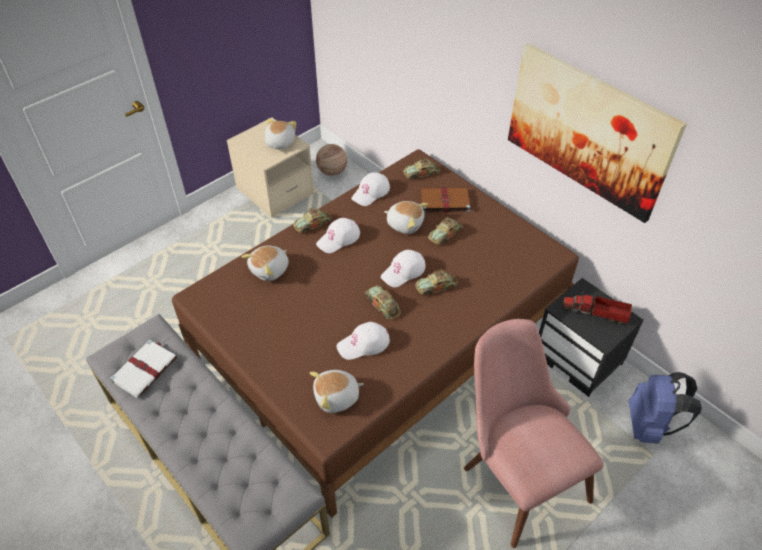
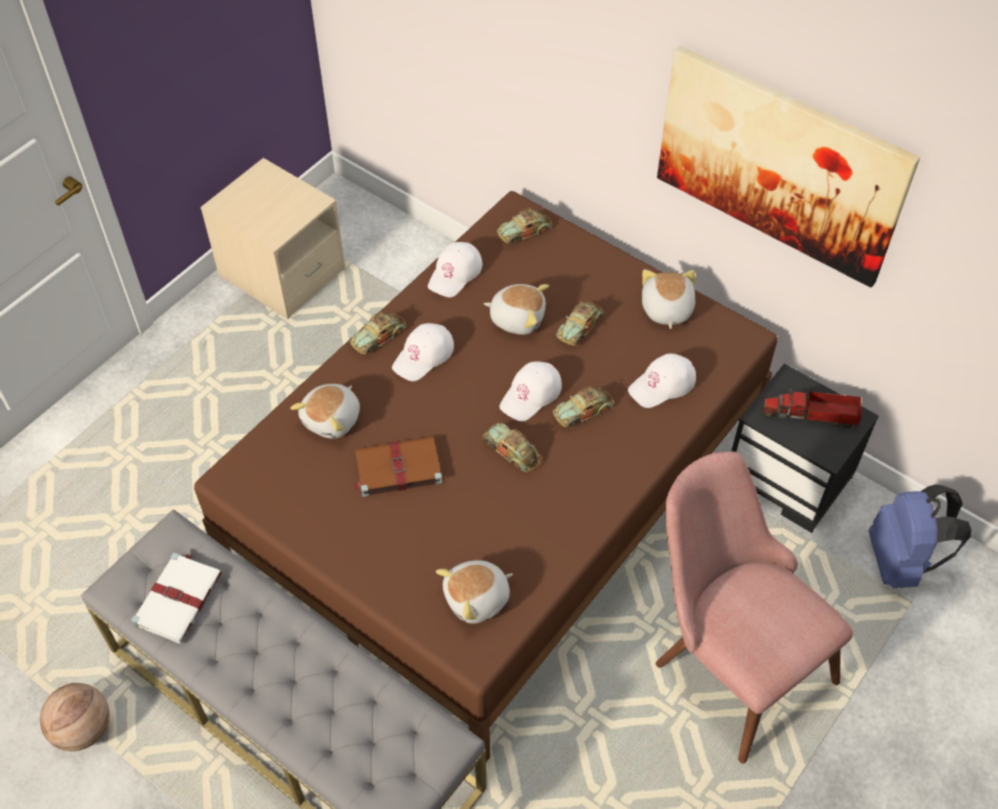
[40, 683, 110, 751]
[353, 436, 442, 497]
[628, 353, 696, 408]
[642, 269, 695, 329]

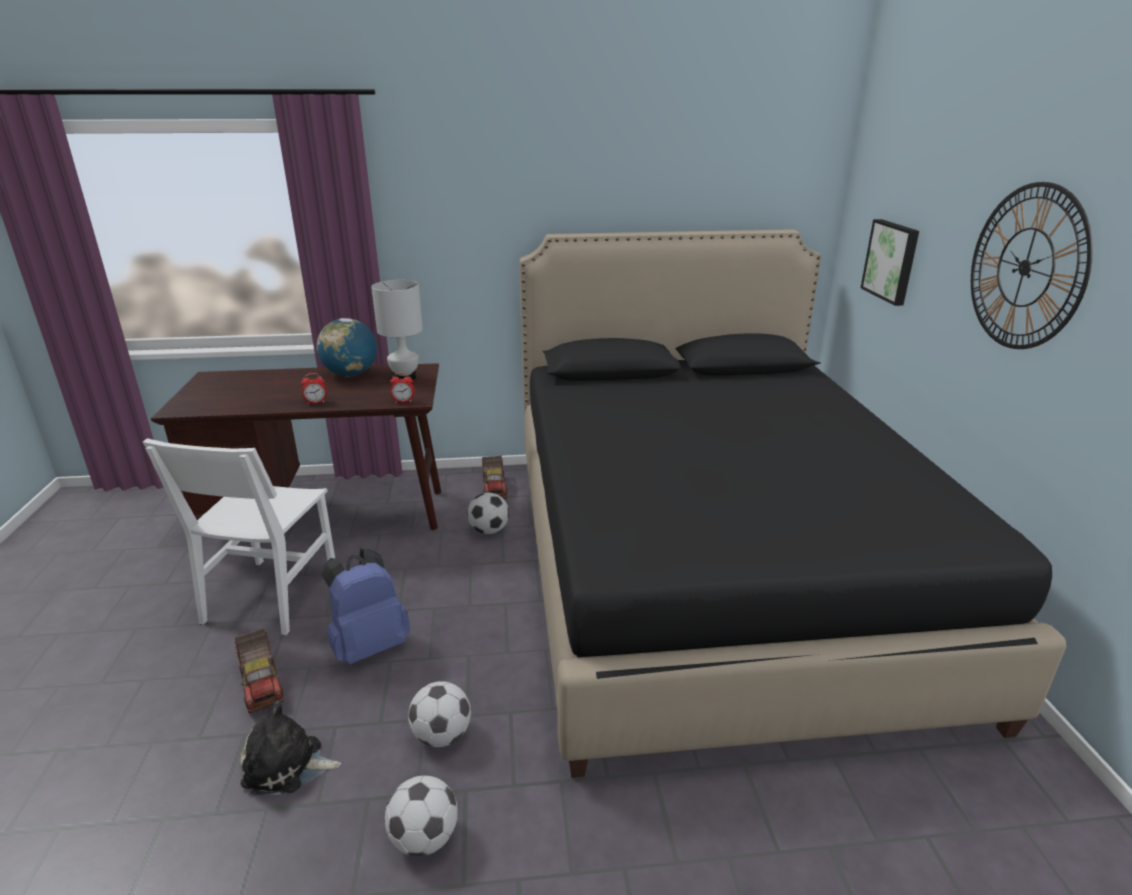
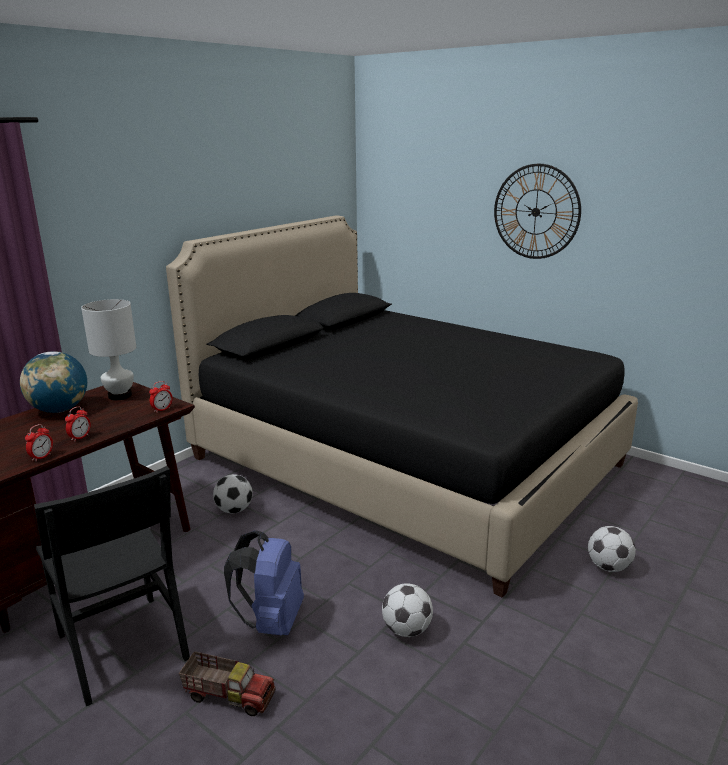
[25, 424, 53, 462]
[34, 466, 190, 707]
[588, 526, 636, 572]
[240, 701, 341, 795] (first image)
[482, 456, 507, 499] (first image)
[861, 219, 919, 306] (first image)

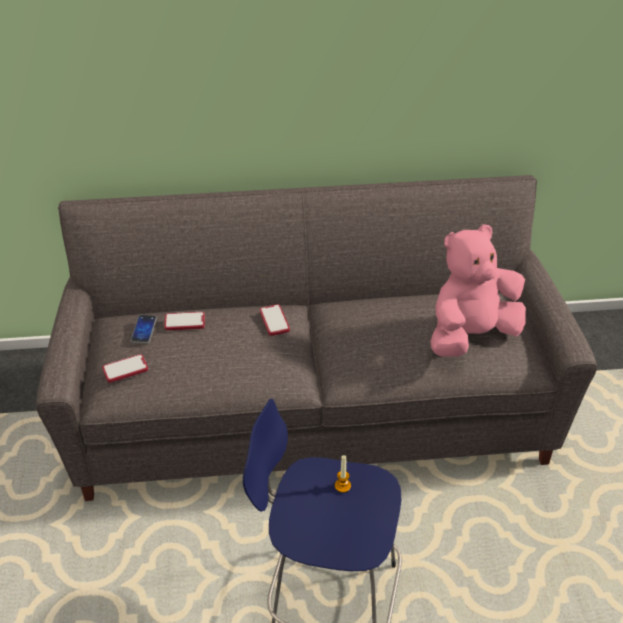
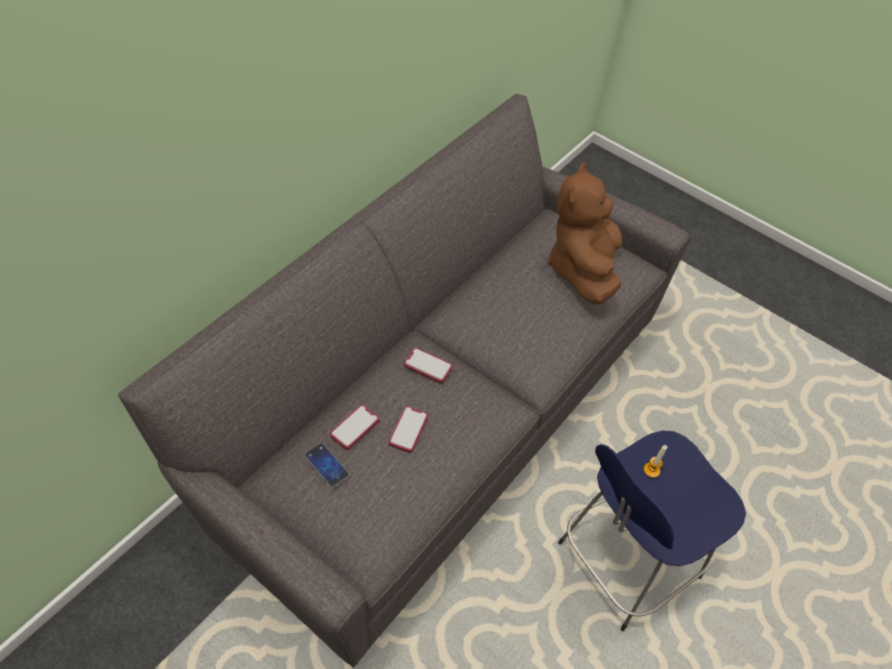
[388, 406, 428, 453]
[547, 162, 622, 304]

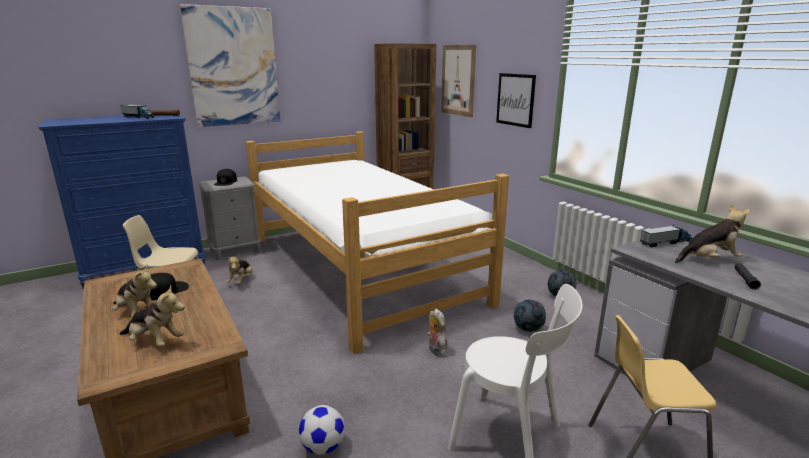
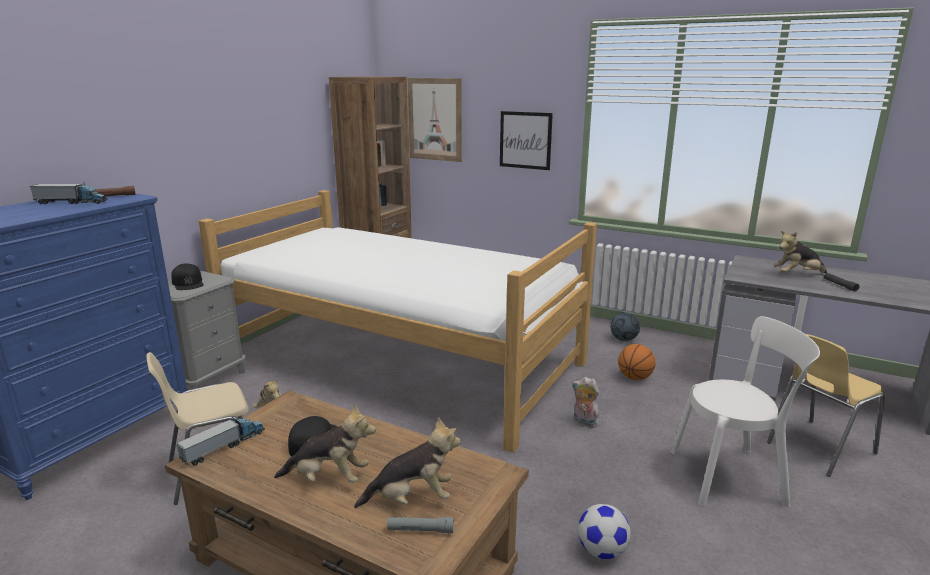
[176, 417, 265, 466]
[387, 517, 454, 533]
[618, 344, 656, 380]
[773, 231, 827, 273]
[180, 4, 280, 127] (first image)

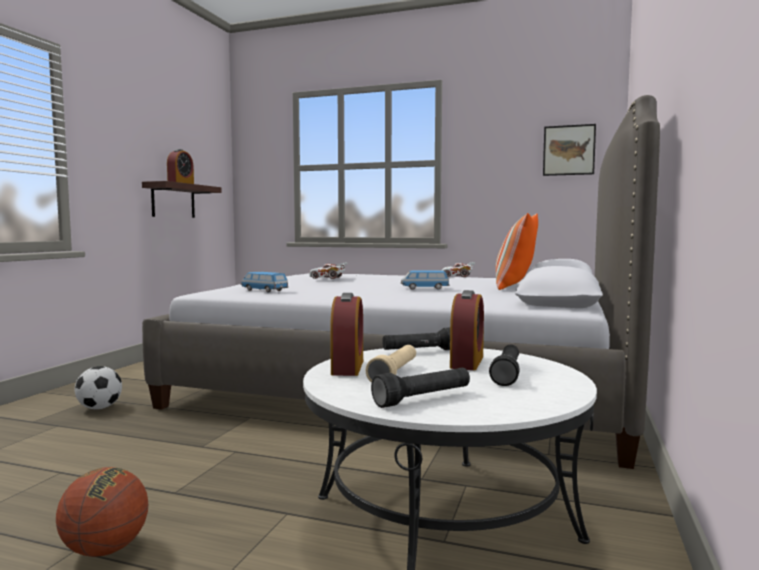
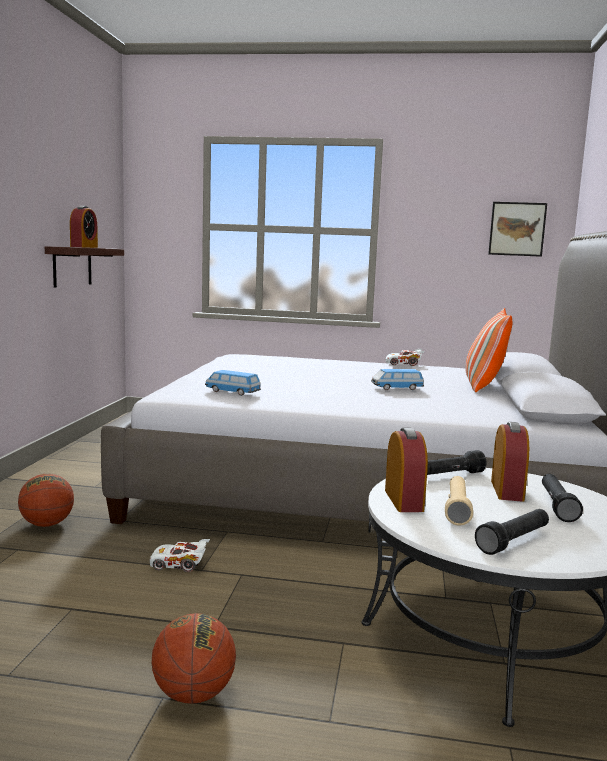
[18, 474, 74, 527]
[150, 539, 210, 572]

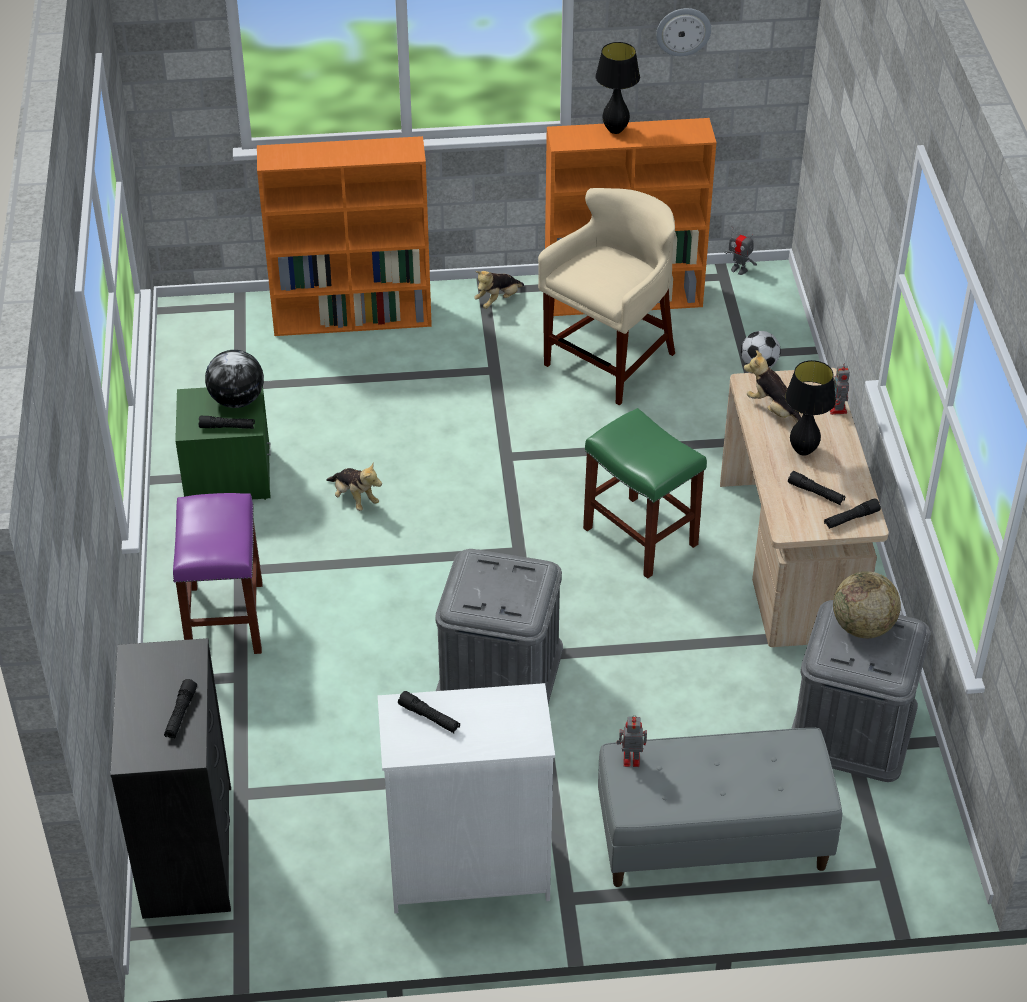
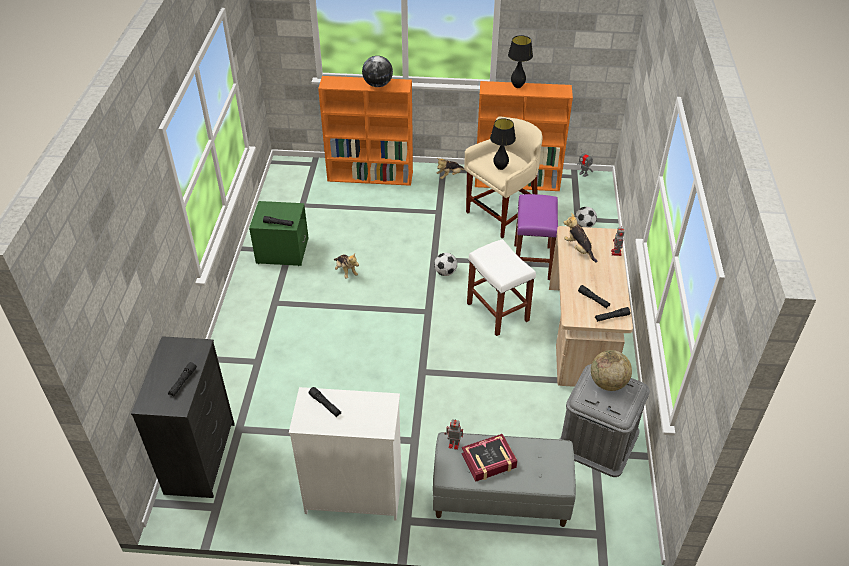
[362, 56, 393, 87]
[434, 253, 457, 276]
[461, 434, 517, 482]
[467, 239, 536, 336]
[490, 118, 516, 170]
[514, 194, 558, 280]
[435, 549, 563, 703] (first image)
[656, 8, 711, 56] (first image)

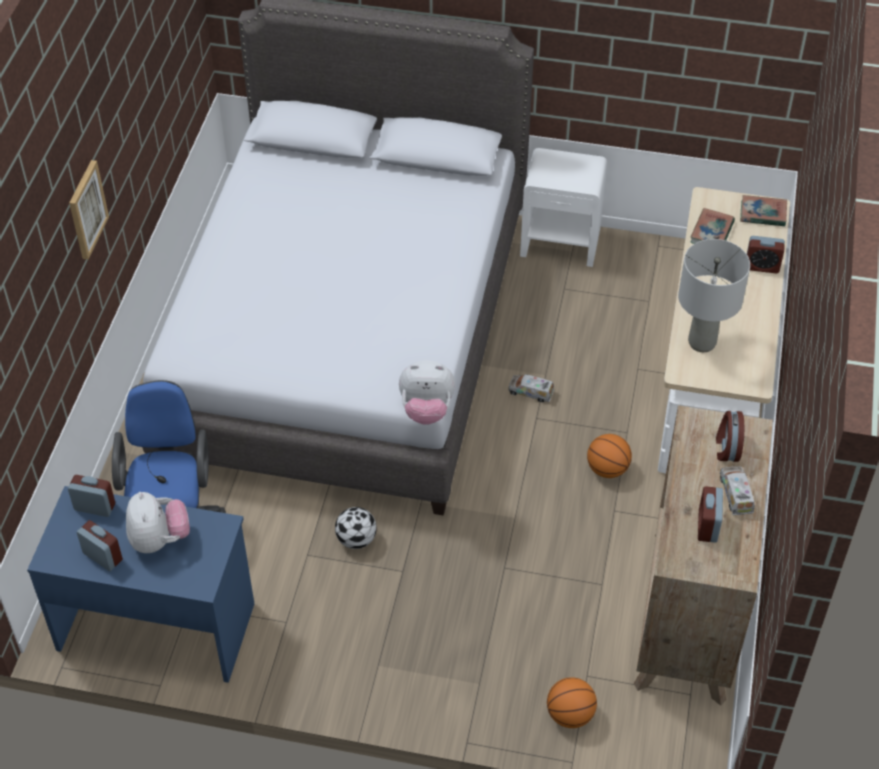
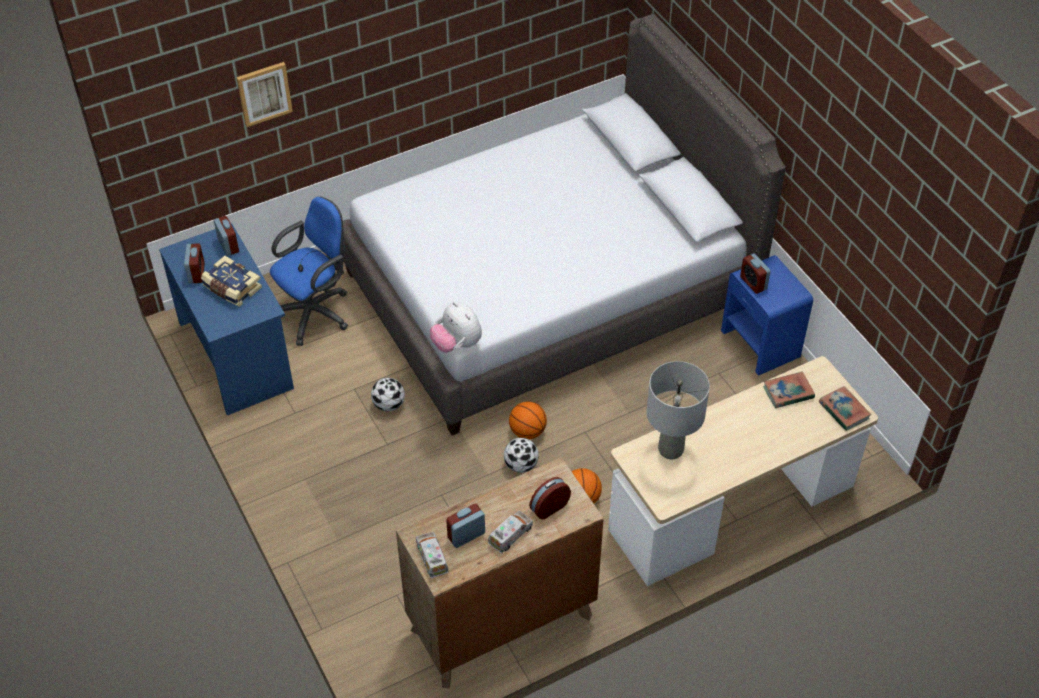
[201, 256, 262, 307]
[236, 62, 293, 127]
[416, 532, 449, 578]
[504, 438, 539, 473]
[509, 402, 547, 439]
[721, 255, 813, 376]
[740, 253, 771, 294]

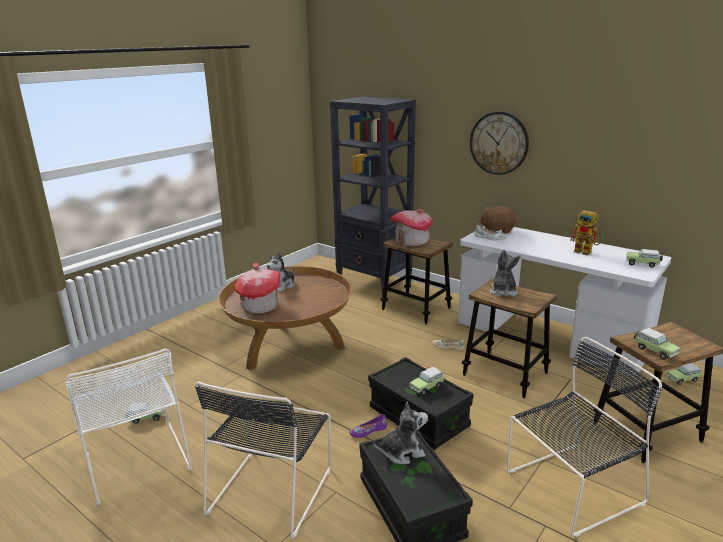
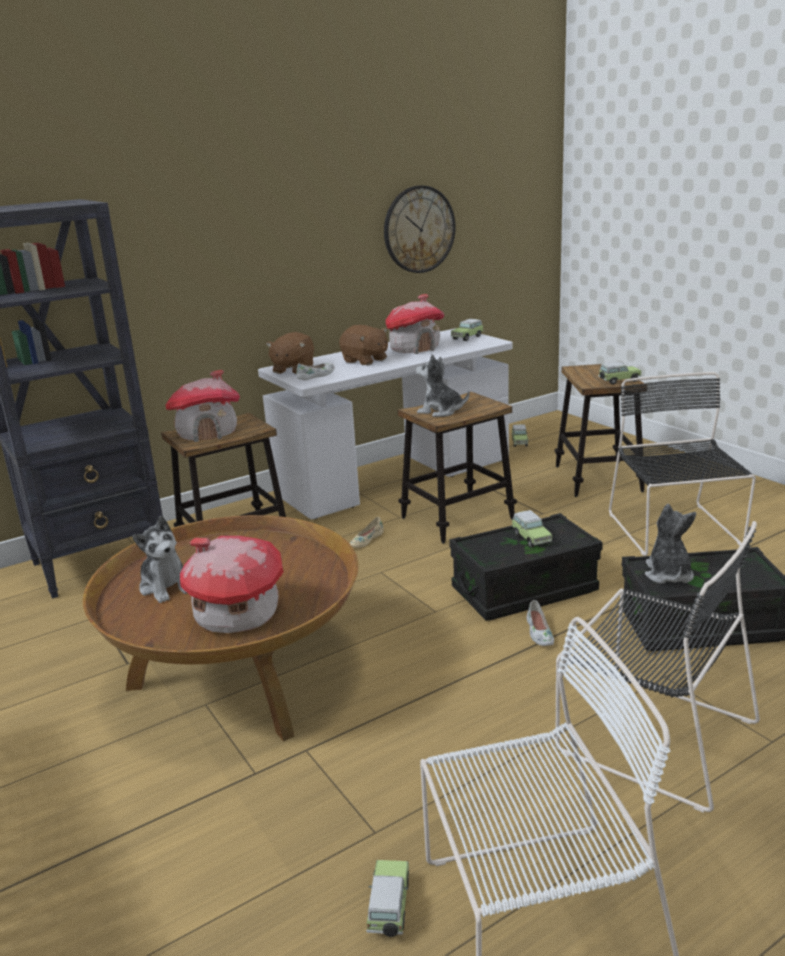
[339, 325, 388, 365]
[384, 186, 456, 273]
[385, 294, 445, 354]
[527, 600, 554, 646]

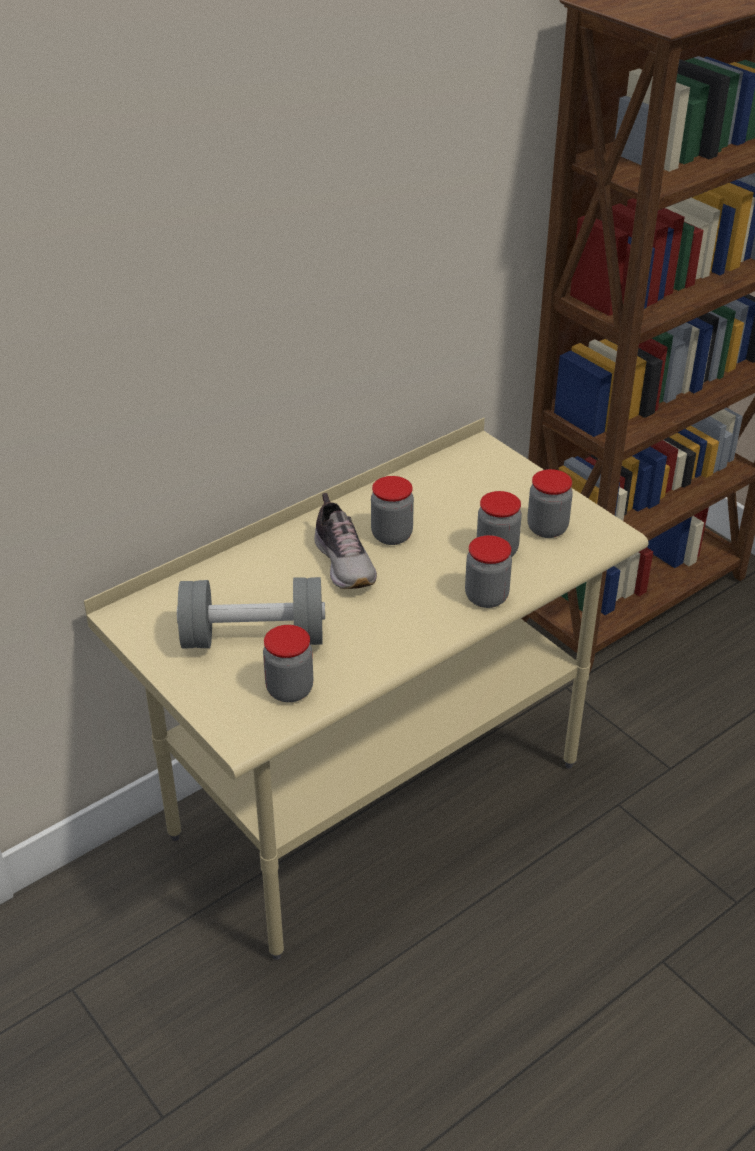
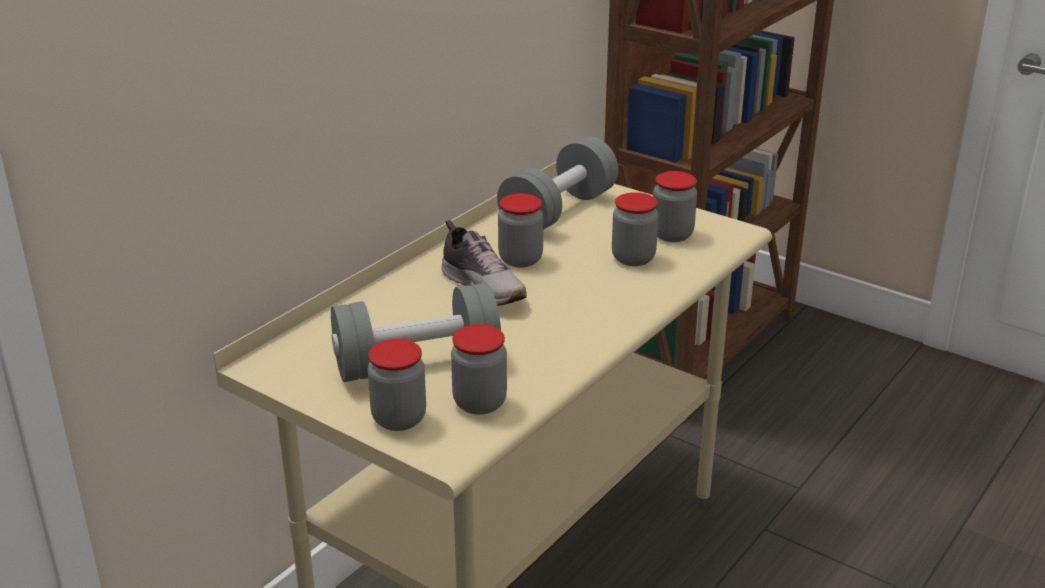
[367, 339, 426, 431]
[497, 136, 618, 230]

